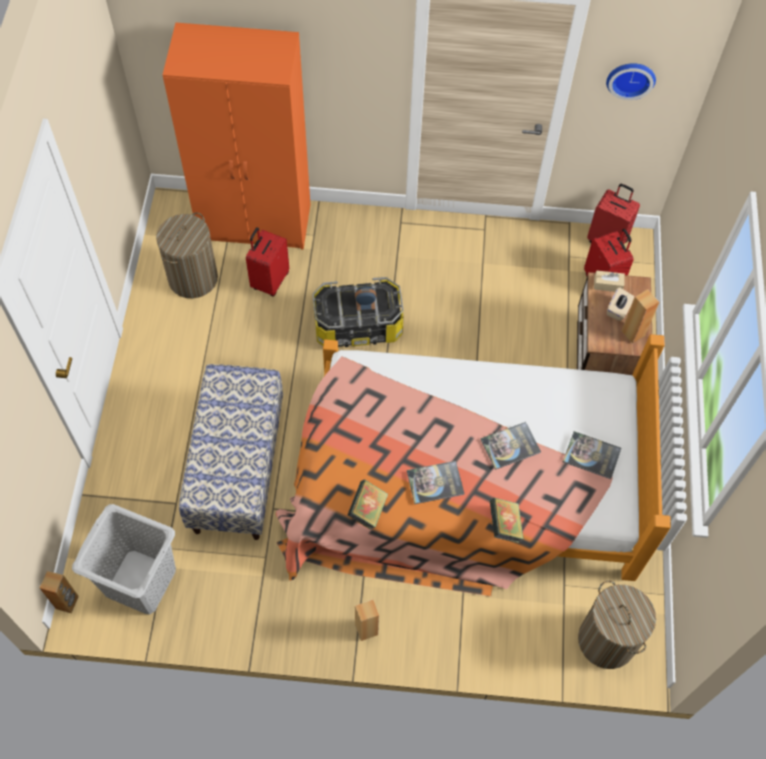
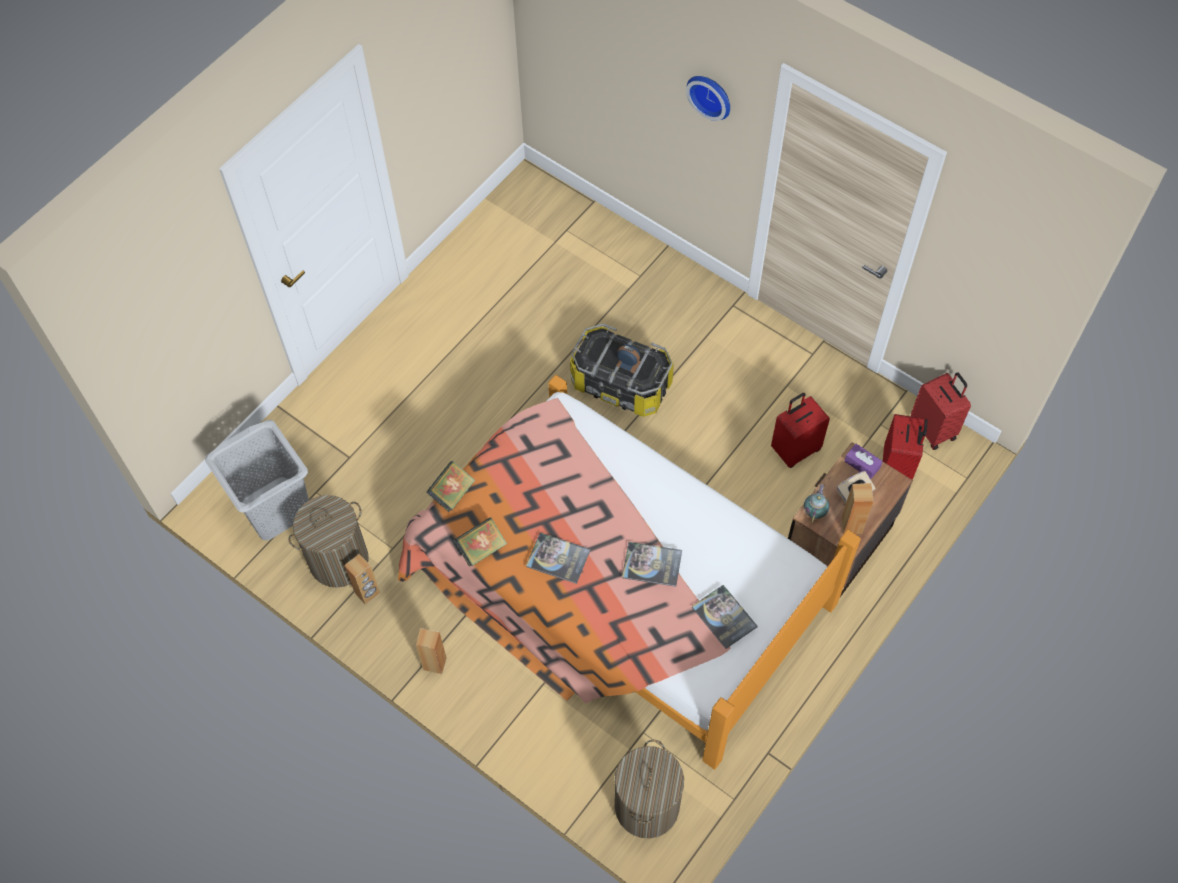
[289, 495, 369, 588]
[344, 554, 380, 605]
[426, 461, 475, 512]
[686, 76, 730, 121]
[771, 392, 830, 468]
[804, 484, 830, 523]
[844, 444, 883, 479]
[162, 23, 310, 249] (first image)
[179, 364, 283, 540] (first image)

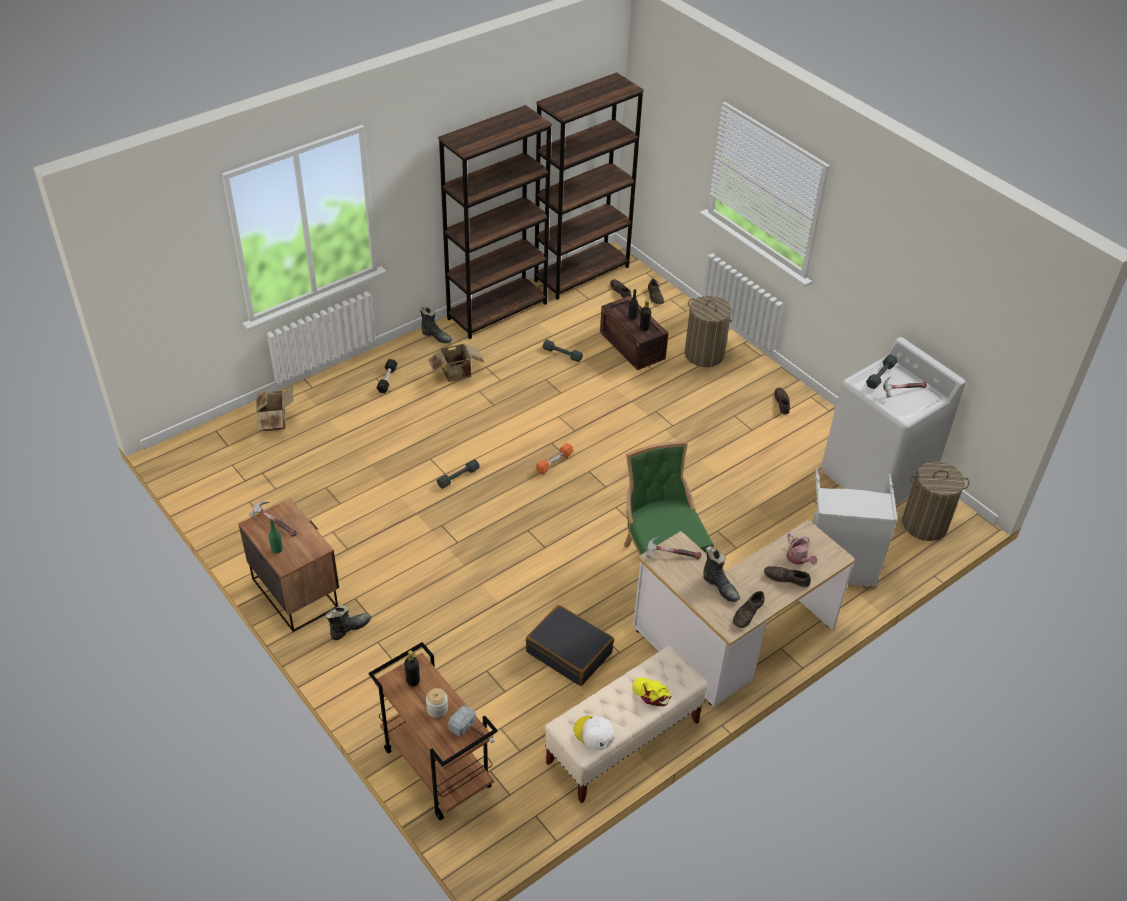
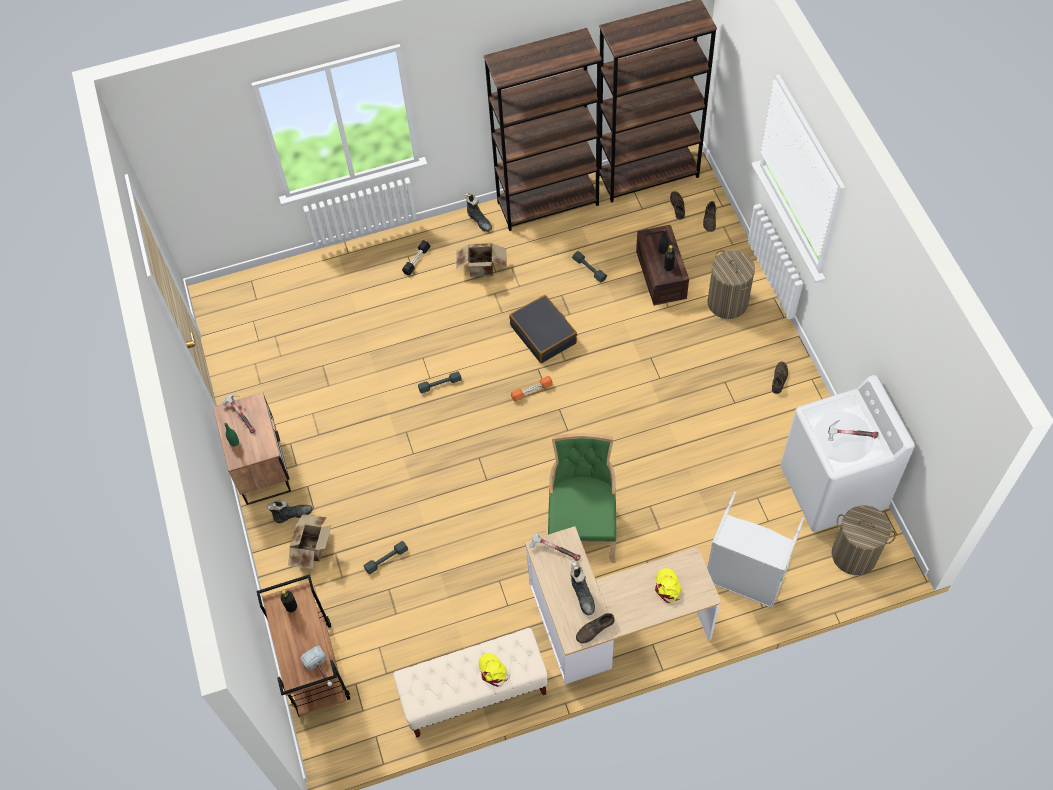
[288, 514, 332, 569]
[364, 541, 408, 574]
[509, 295, 577, 363]
[655, 568, 681, 603]
[426, 688, 448, 718] (first image)
[574, 716, 614, 750] (first image)
[764, 566, 811, 588] (first image)

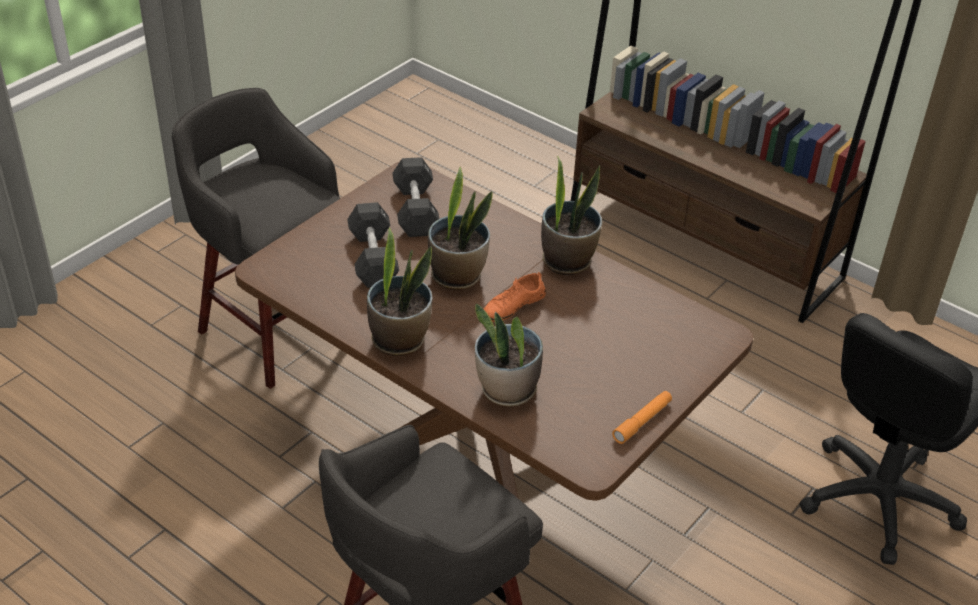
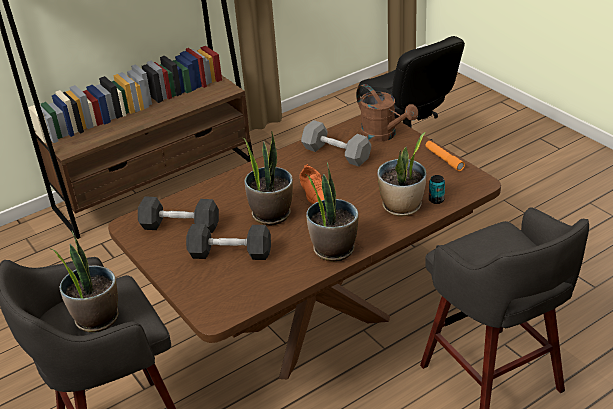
[49, 231, 119, 332]
[301, 120, 371, 167]
[356, 84, 418, 142]
[429, 175, 445, 204]

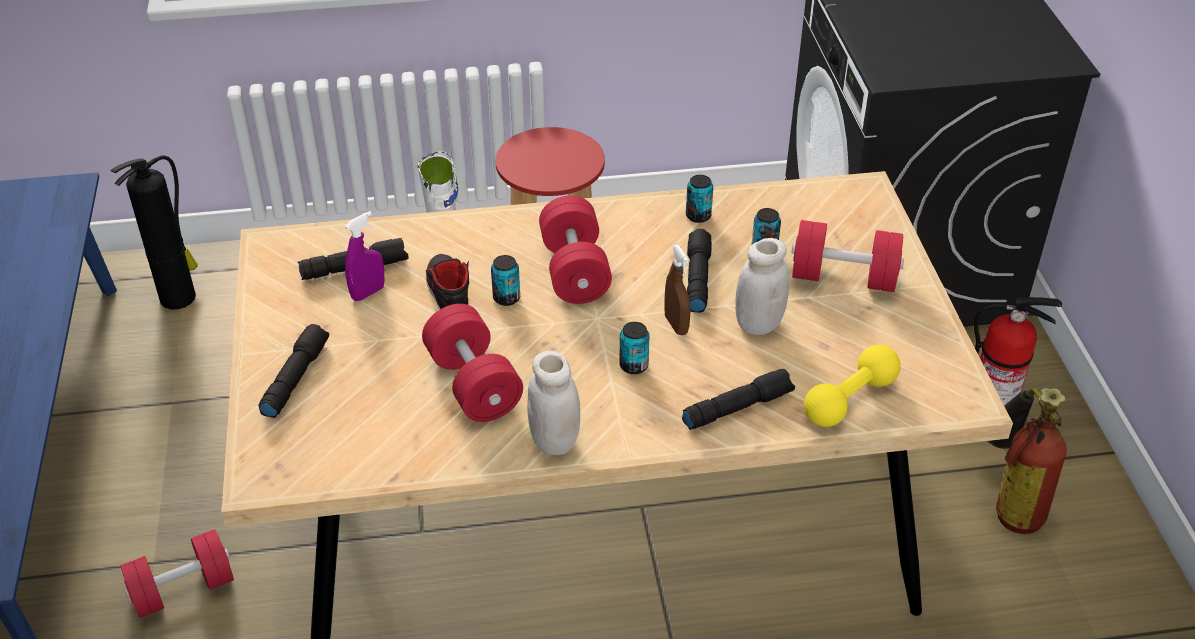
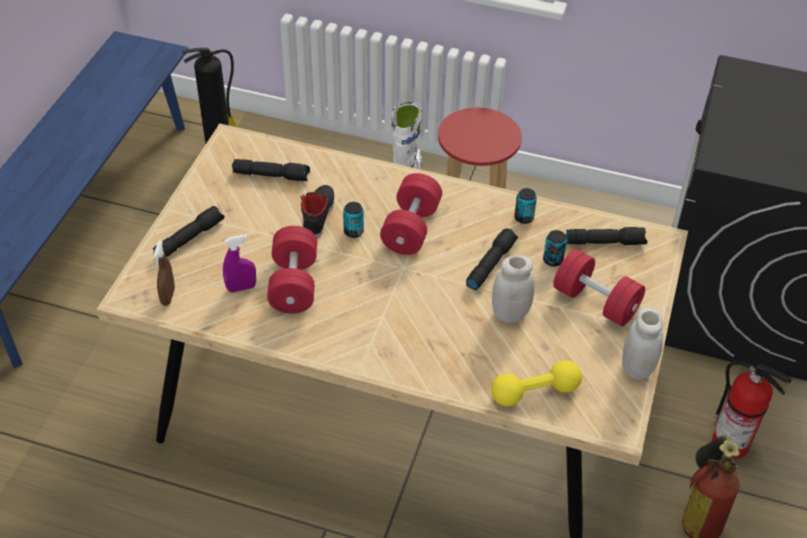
[154, 241, 175, 306]
[223, 235, 256, 292]
[565, 227, 647, 245]
[622, 307, 663, 380]
[120, 529, 234, 618] (first image)
[619, 322, 649, 374] (first image)

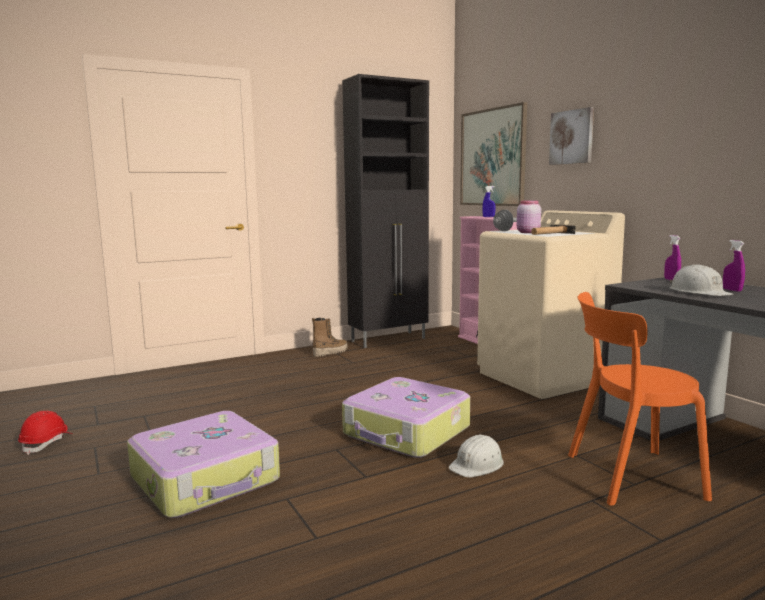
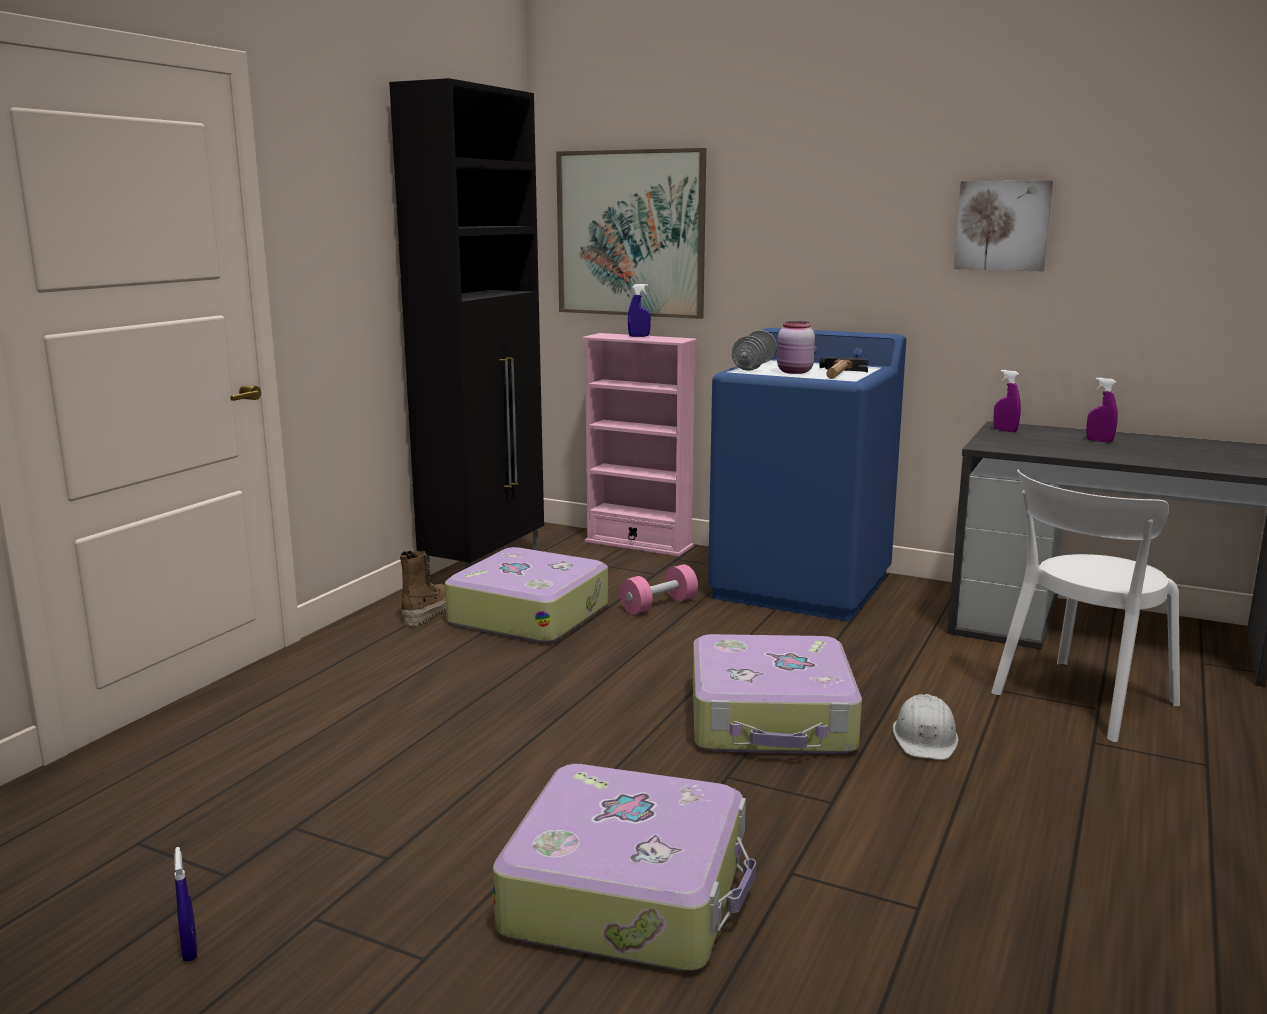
[174, 847, 197, 962]
[445, 547, 608, 643]
[619, 564, 698, 614]
[708, 328, 906, 621]
[954, 180, 1053, 271]
[991, 470, 1180, 742]
[669, 264, 733, 296] (first image)

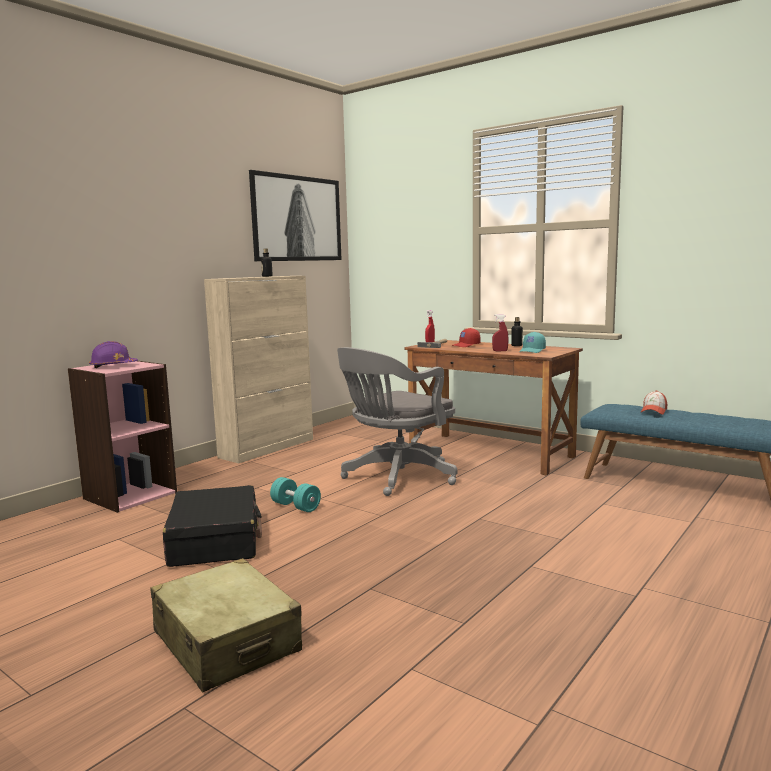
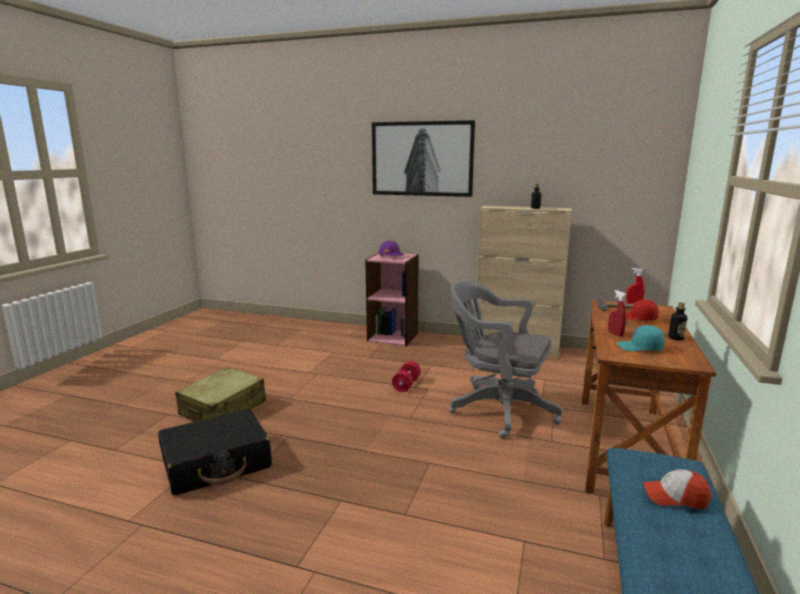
[158, 409, 272, 496]
[372, 120, 475, 197]
[392, 361, 421, 392]

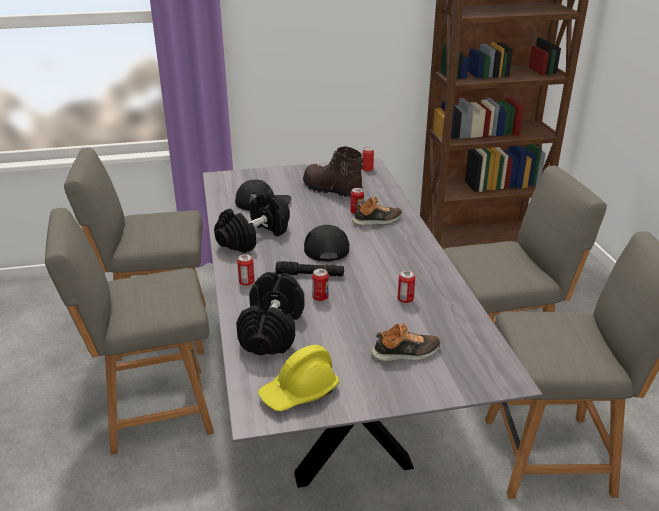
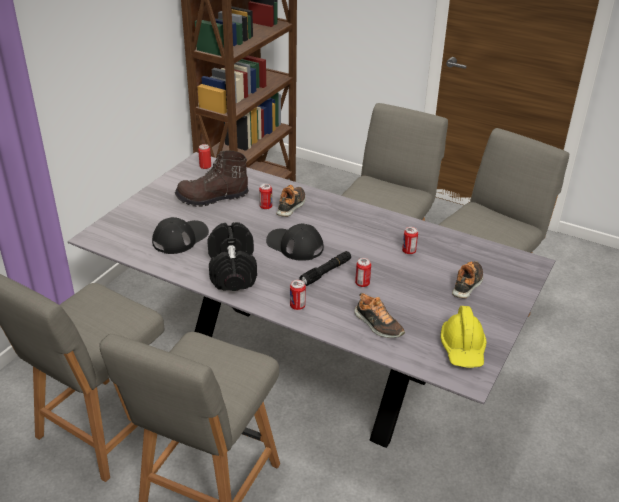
[354, 293, 405, 338]

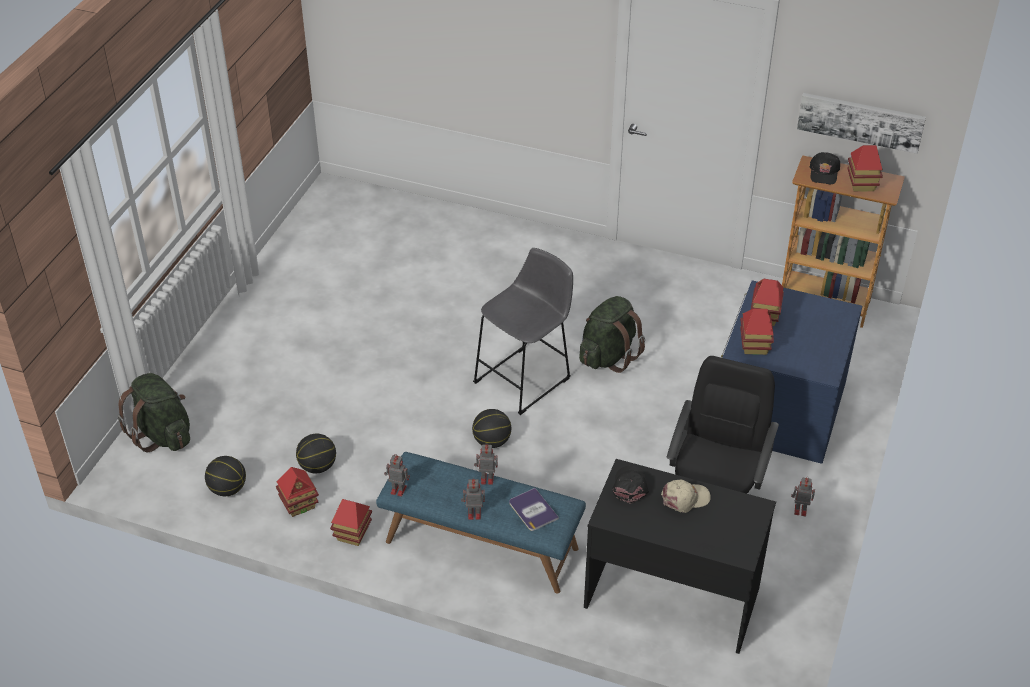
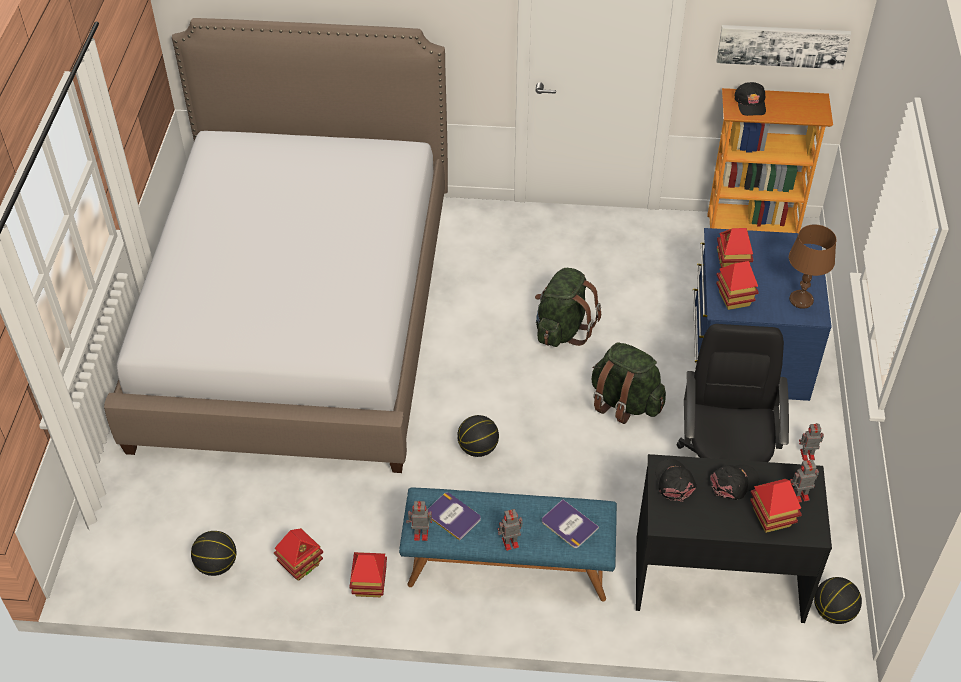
[104, 18, 448, 473]
[428, 492, 481, 541]
[592, 342, 666, 424]
[710, 465, 759, 500]
[750, 479, 802, 533]
[789, 225, 836, 309]
[790, 459, 819, 502]
[814, 577, 862, 624]
[473, 248, 573, 415] (first image)

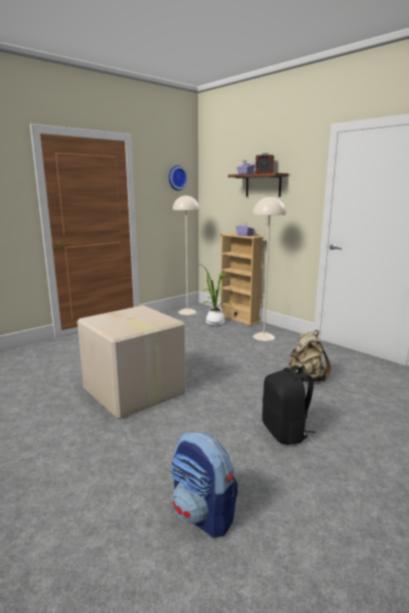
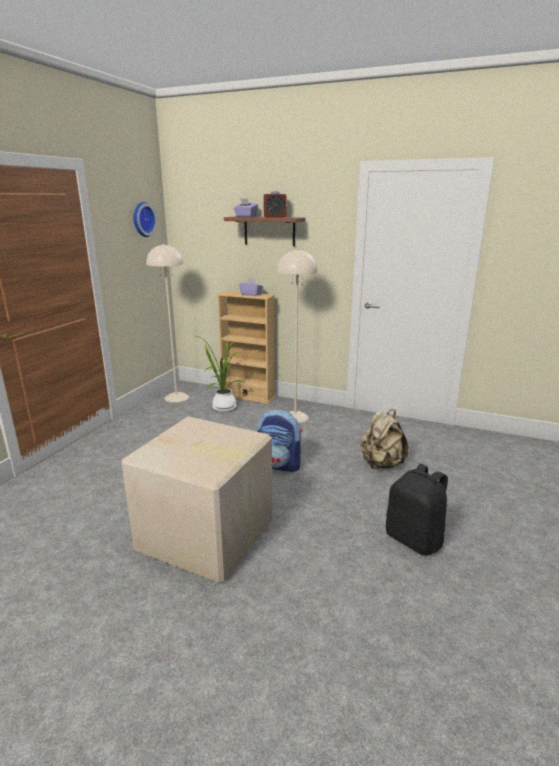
[257, 410, 303, 472]

